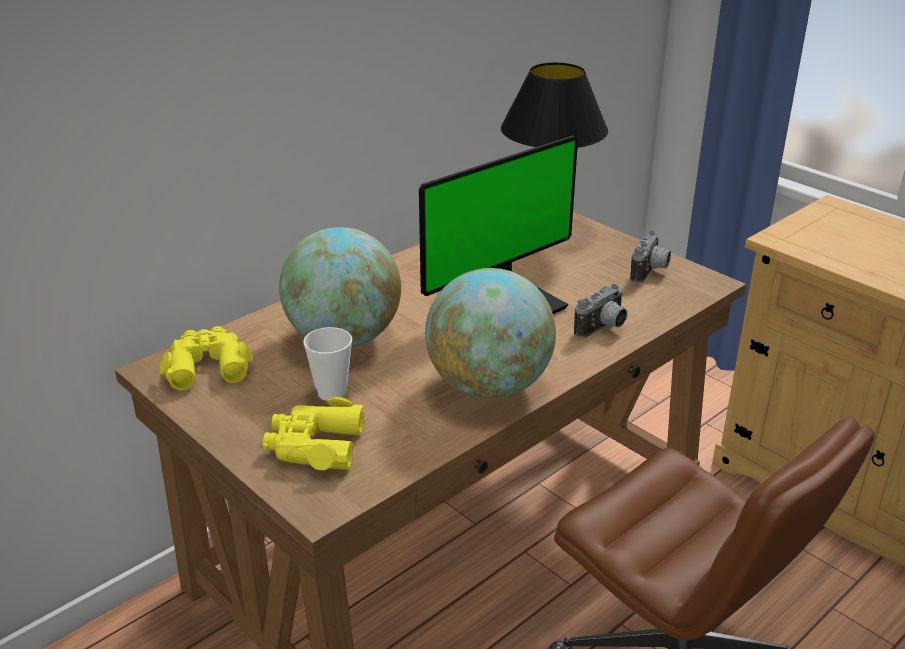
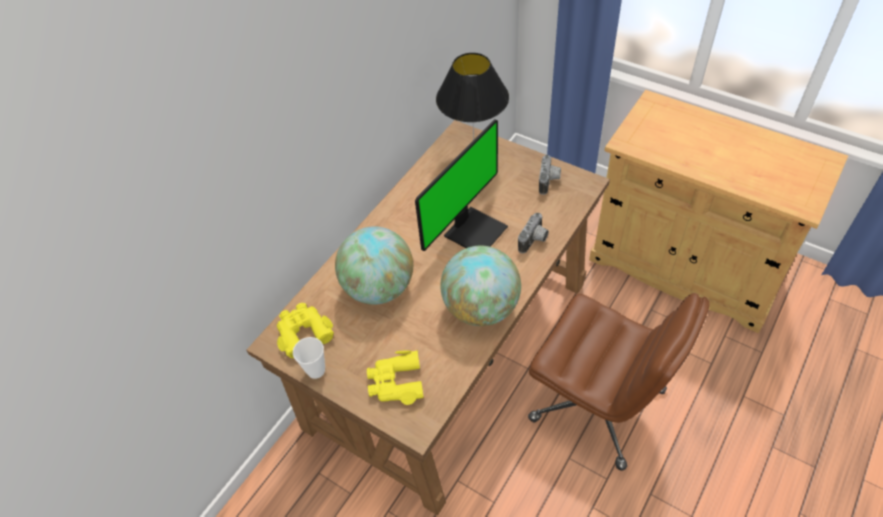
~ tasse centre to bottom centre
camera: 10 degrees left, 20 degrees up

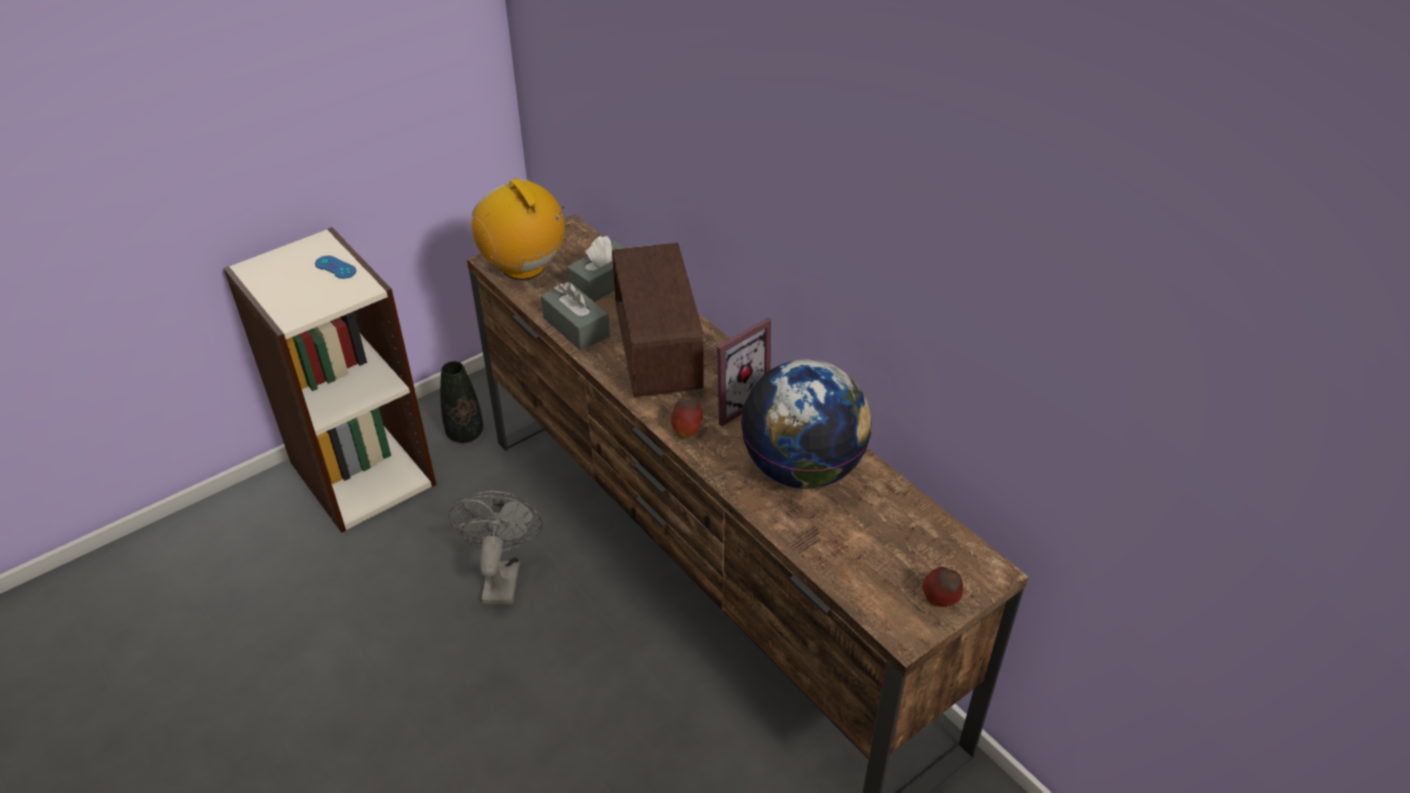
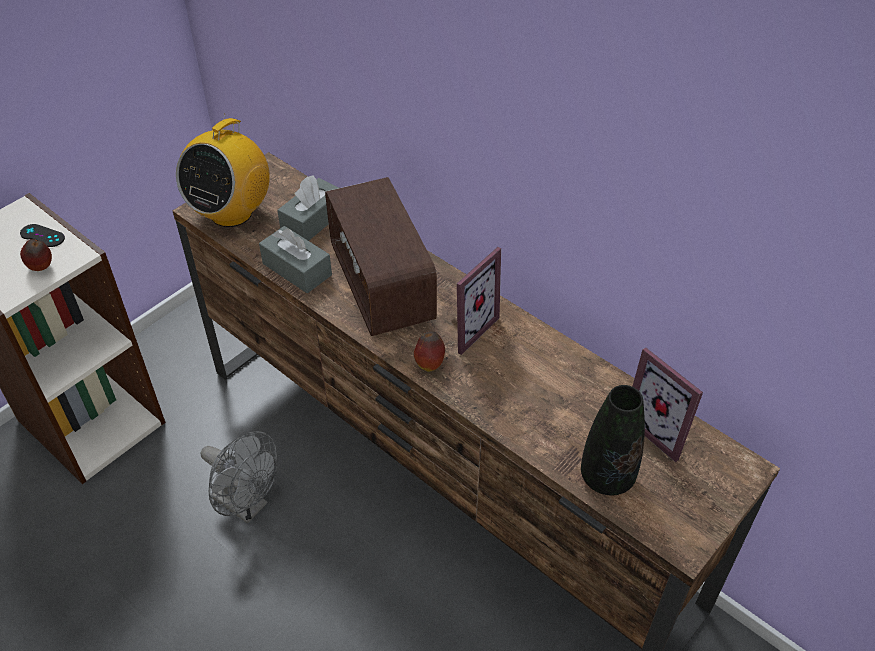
~ manette (bleu) middle left to manette (noir) middle left
~ pomme (2nd from left in the first image) bottom right to pomme (1st from left) middle left
~ radio (1st from left) top centre = top left 105 degrees counterclockwise
~ ventilateur (gris) bottom centre = bottom left 135 degrees clockwise
~ vase (noir) middle left to bottom right
+ cadre photo (2nd from left) middle right
- globe centre
camera: 10 degrees left, 5 degrees up

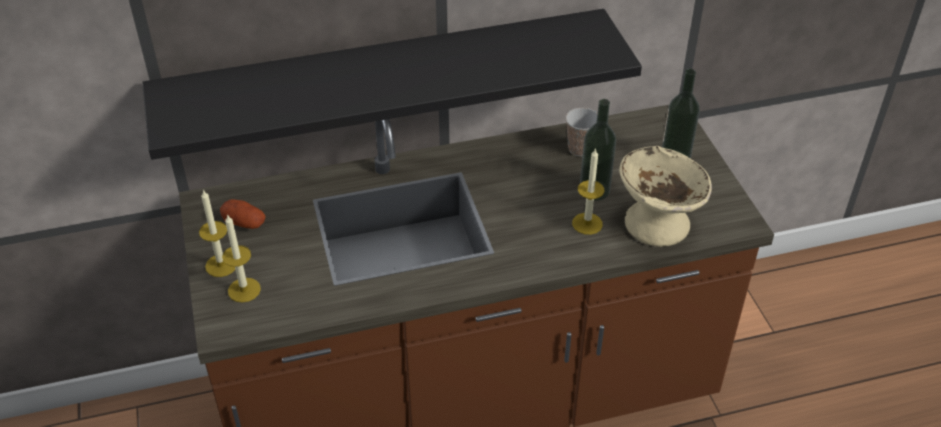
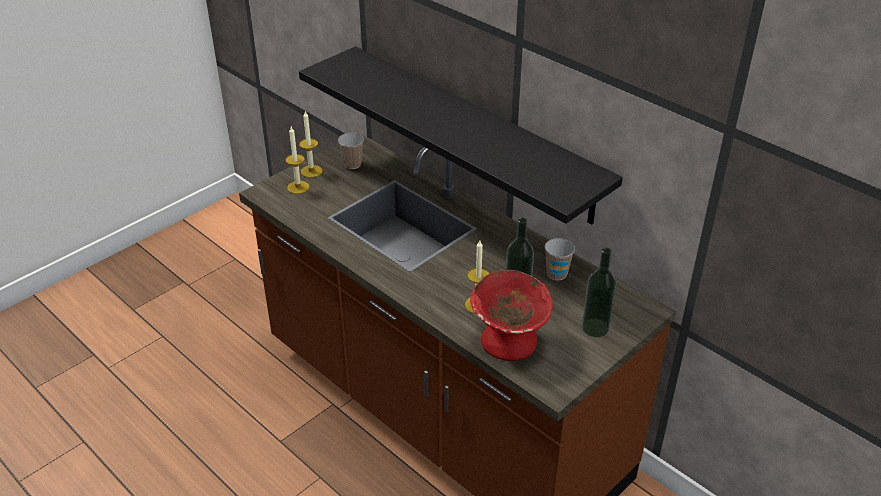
~ pomme de terre middle left to tasse (1st from left) top centre
~ bol (beige) middle right to bol (rouge) centre
camera: 60 degrees right, 5 degrees down

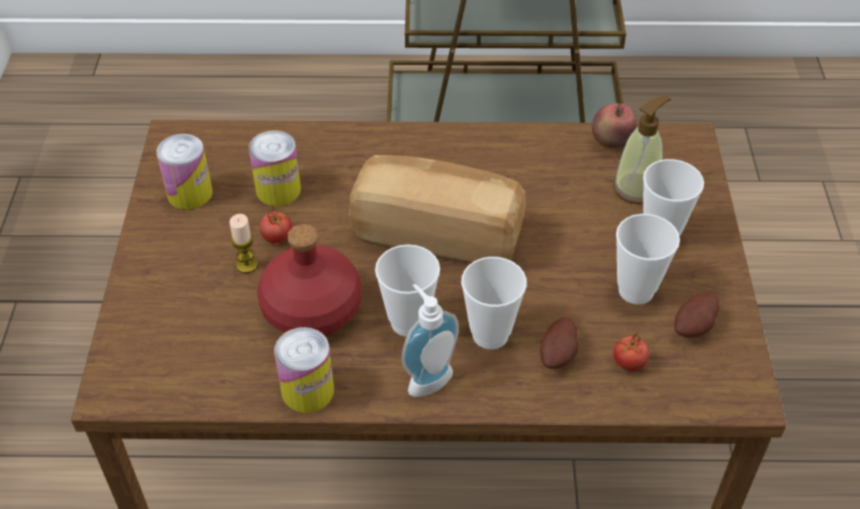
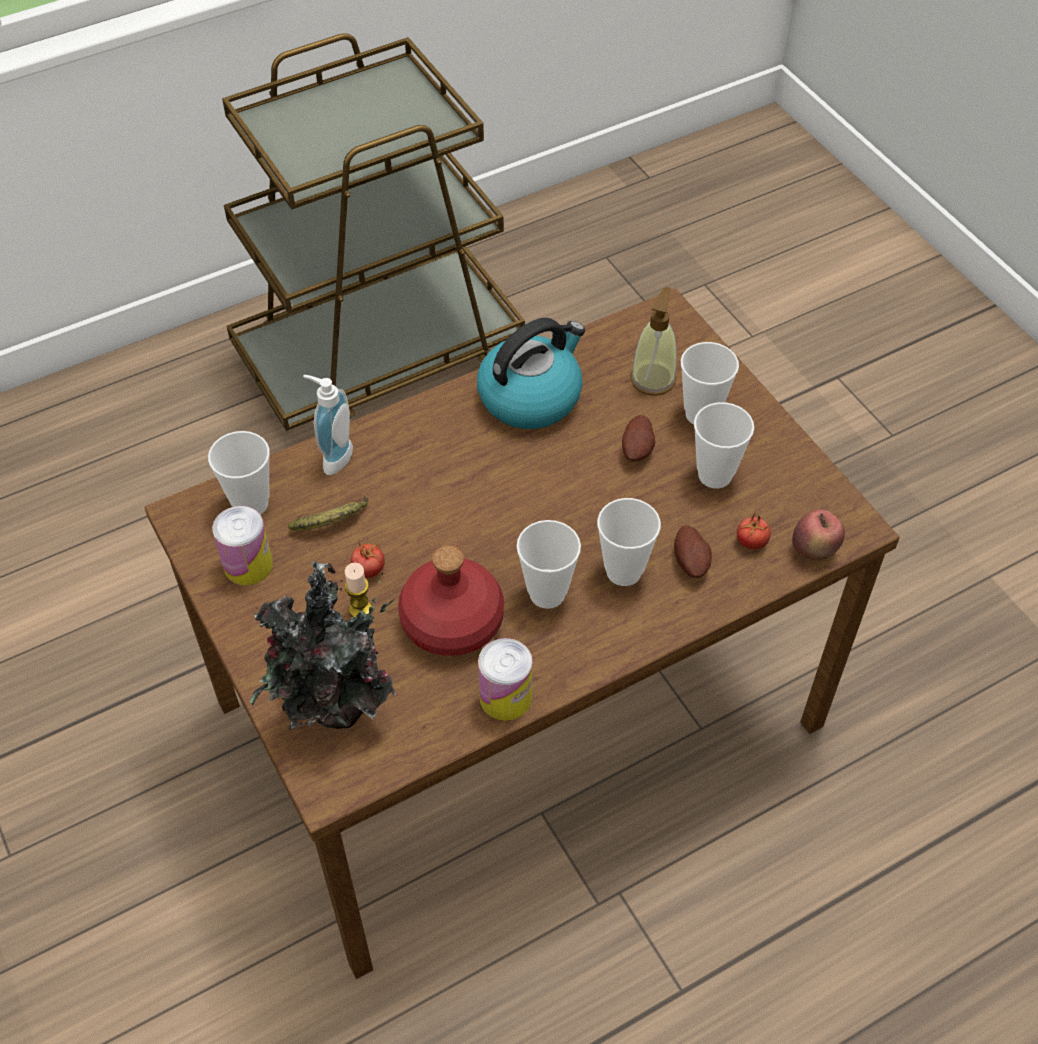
+ tasse (1st from left) middle left
+ plante en pot middle left
~ boîte métallique (2nd from left) top left to banane middle left
~ distributeur de savon (1st from left) bottom centre to middle left
+ bouilloire centre
~ pomme de terre (2nd from left in the first image) middle right to pomme de terre (1st from left) centre
~ pomme top right to middle right
- pain centre
camera: 30 degrees left, 5 degrees up

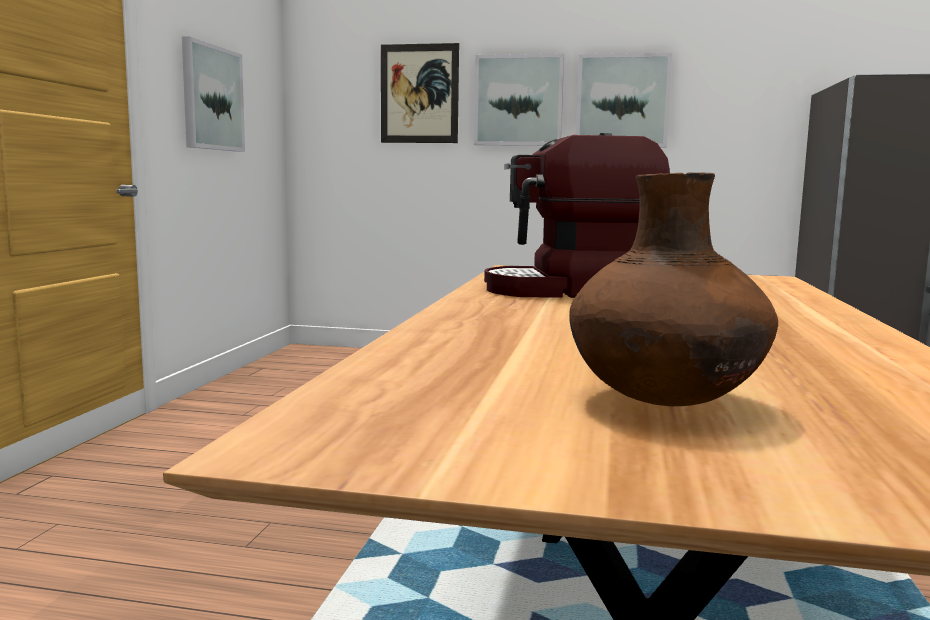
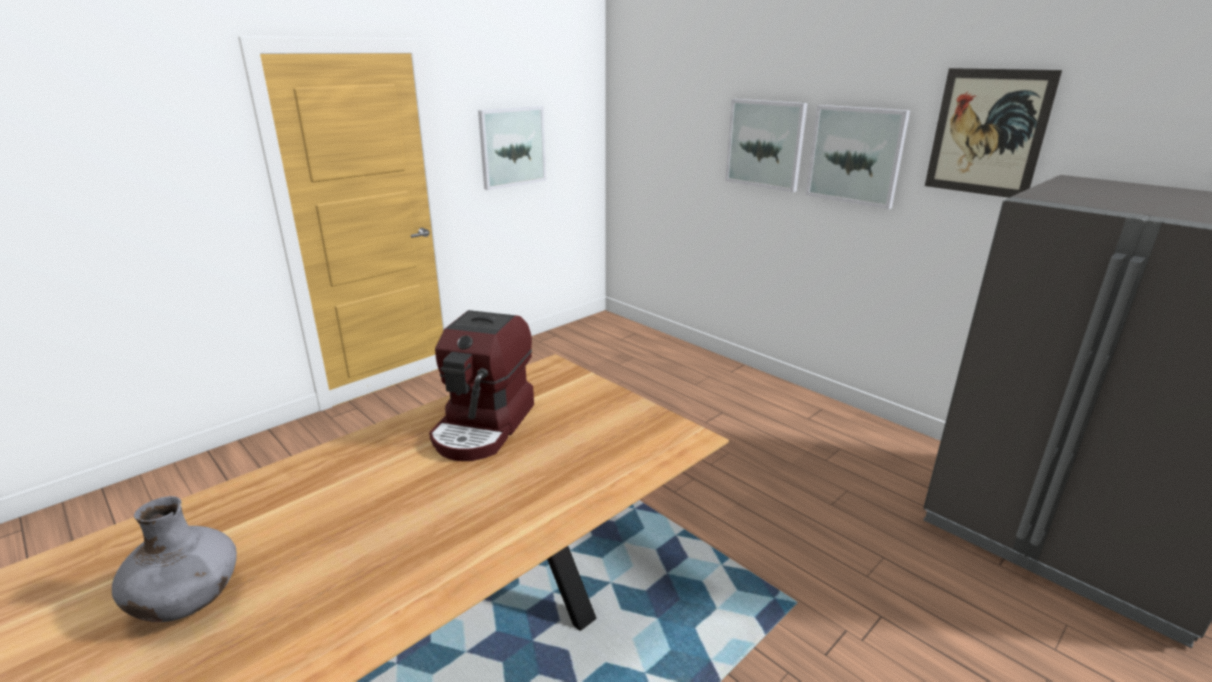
~ vase (marron) middle right to vase (gris) bottom left
~ machine à café centre = centre 105 degrees counterclockwise
~ tableau (2nd from left in the first image) top centre to tableau (4th from left) top right
camera: 35 degrees right, 15 degrees up

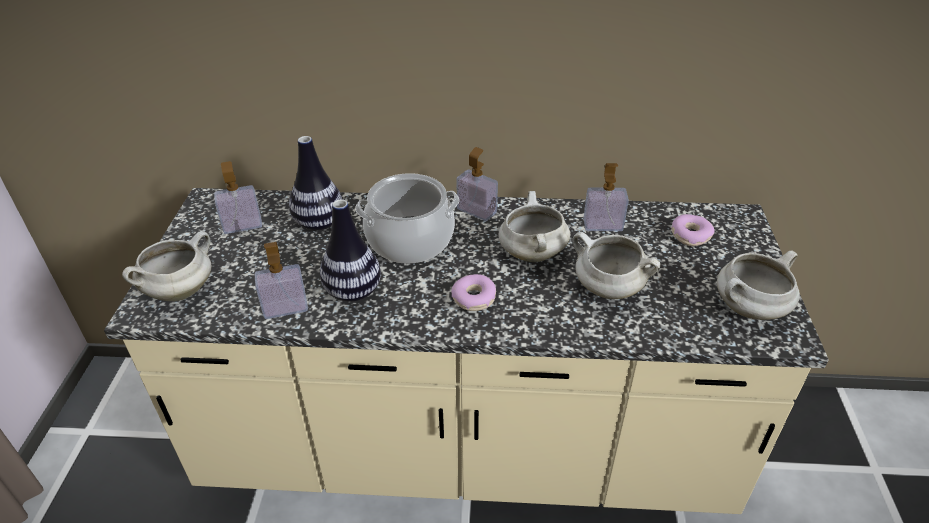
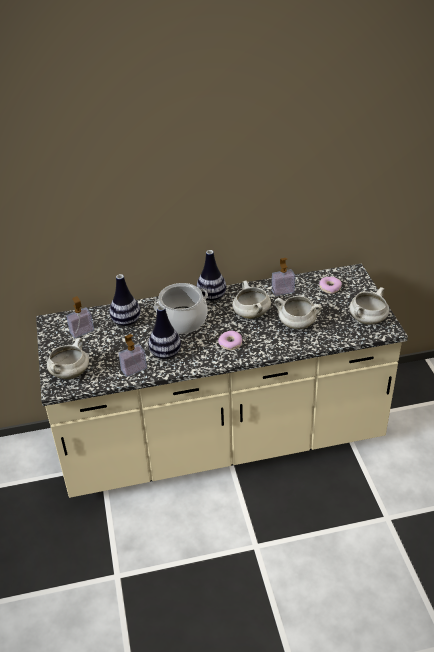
~ distributeur de savon (3rd from left) centre to vase (3rd from left) centre
camera: 15 degrees left, 0 degrees up

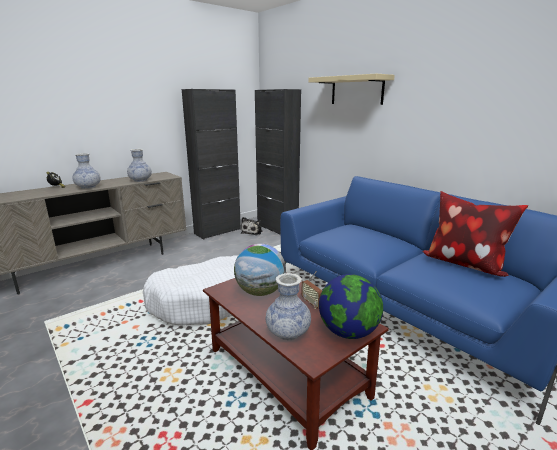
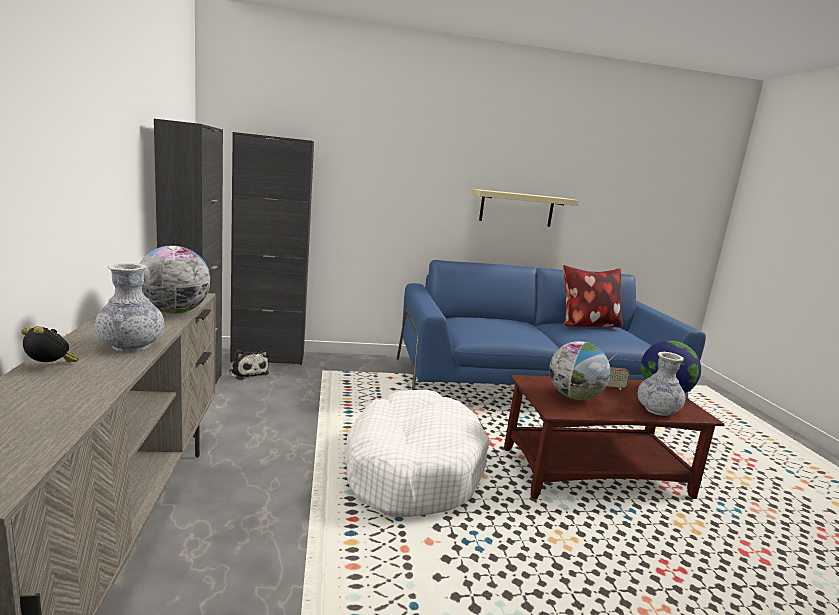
~ vase (2nd from left) middle left to globe (1st from left) middle left
~ étagère (beige) top centre to centre
camera: 60 degrees left, 5 degrees down

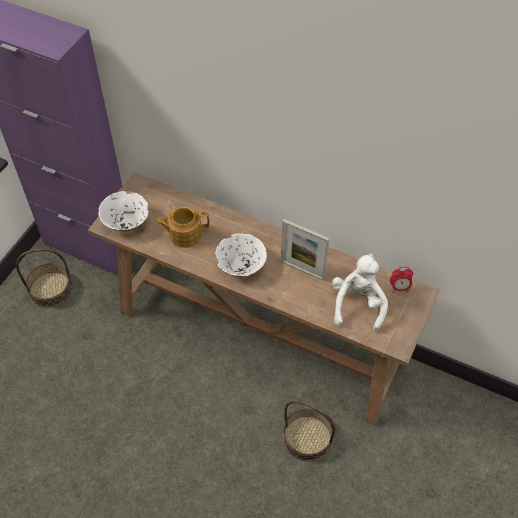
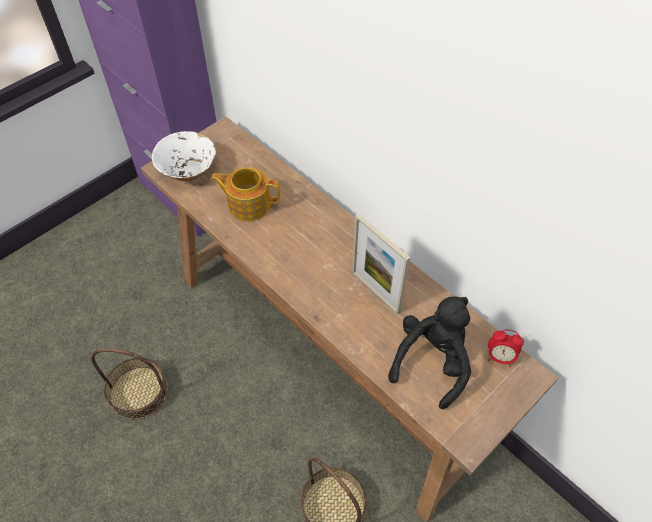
~ panier (1st from left) middle left to bottom left
~ peluche (blanc) middle right to peluche (noir) bottom centre
- bol (blanc) (2nd from left) centre
camera: 20 degrees right, 0 degrees up

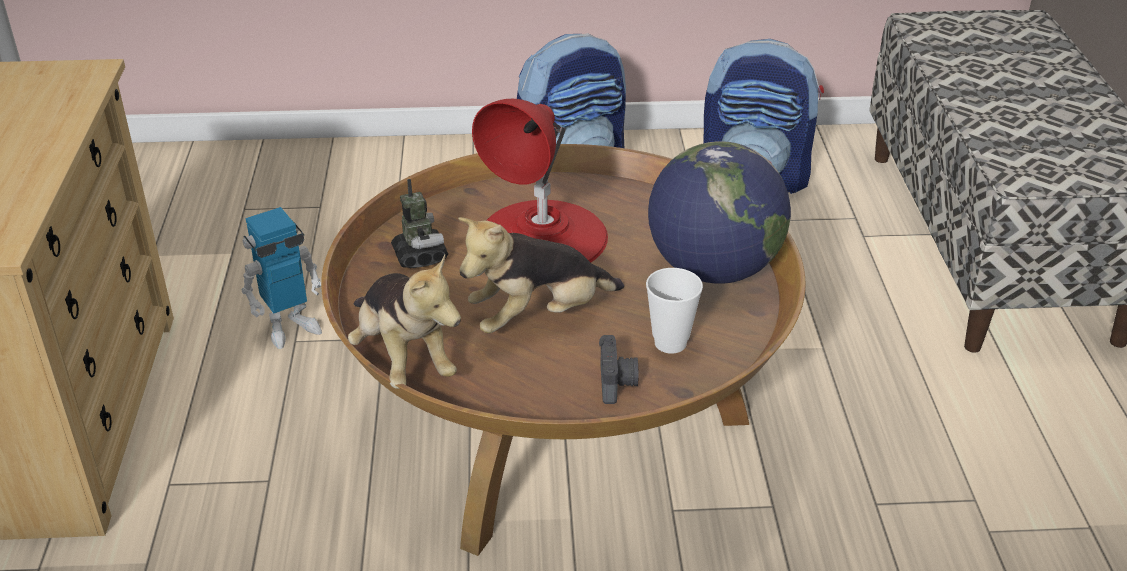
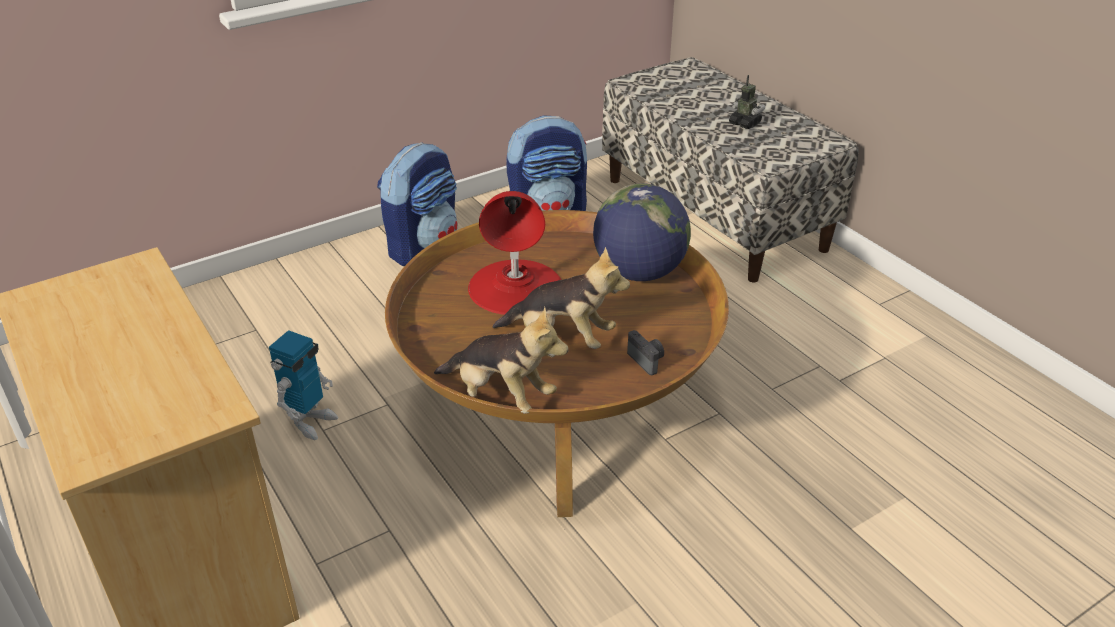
~ peluche (2nd from left) centre = centre 105 degrees counterclockwise
~ robot jouet (2nd from left) centre to top right
- tasse centre
camera: 30 degrees left, 0 degrees up

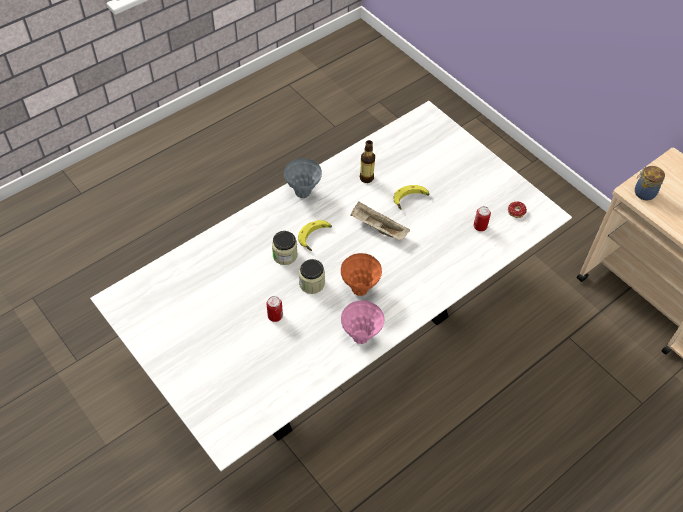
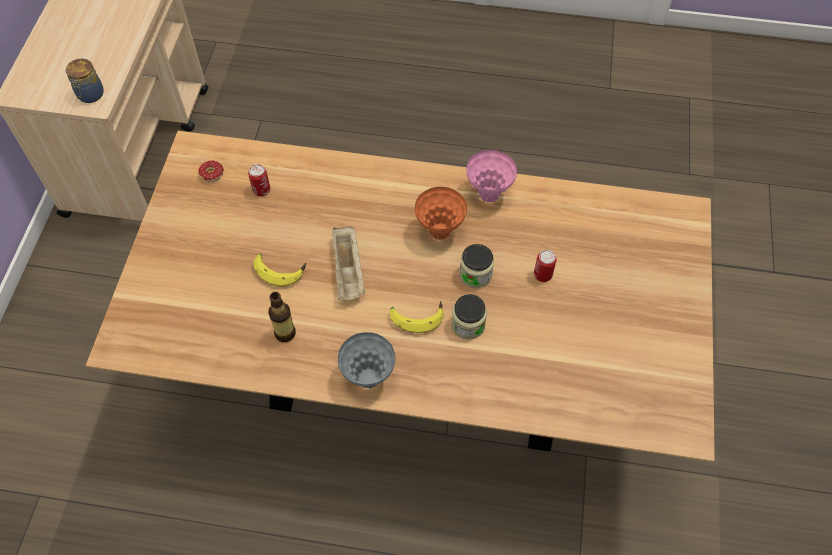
~ table à manger (blanc) centre to table à manger (marron) centre
camera: 130 degrees left, 5 degrees up

